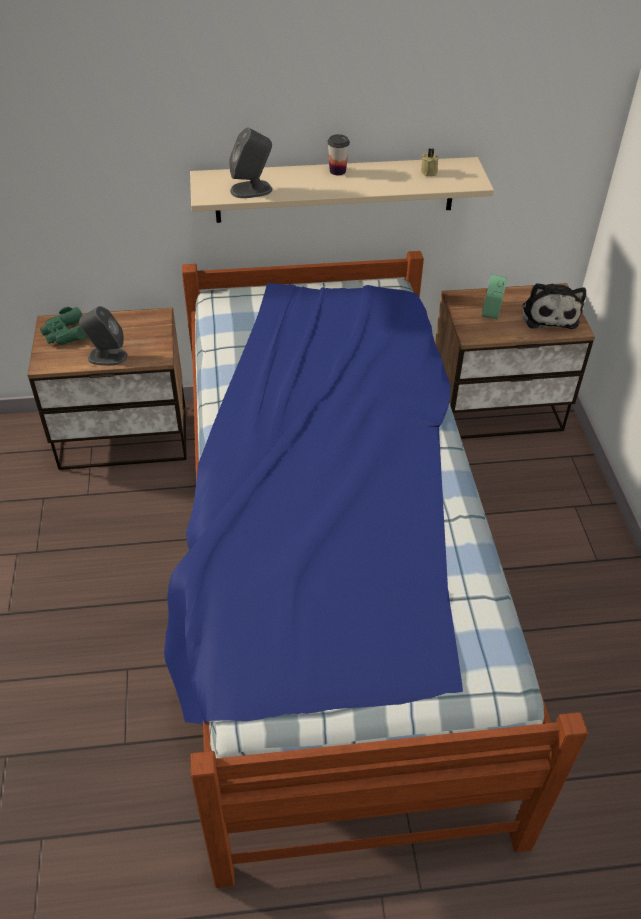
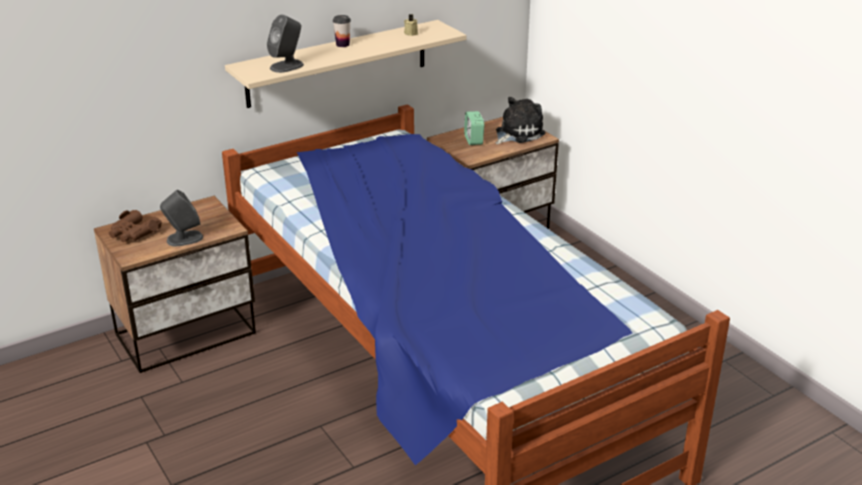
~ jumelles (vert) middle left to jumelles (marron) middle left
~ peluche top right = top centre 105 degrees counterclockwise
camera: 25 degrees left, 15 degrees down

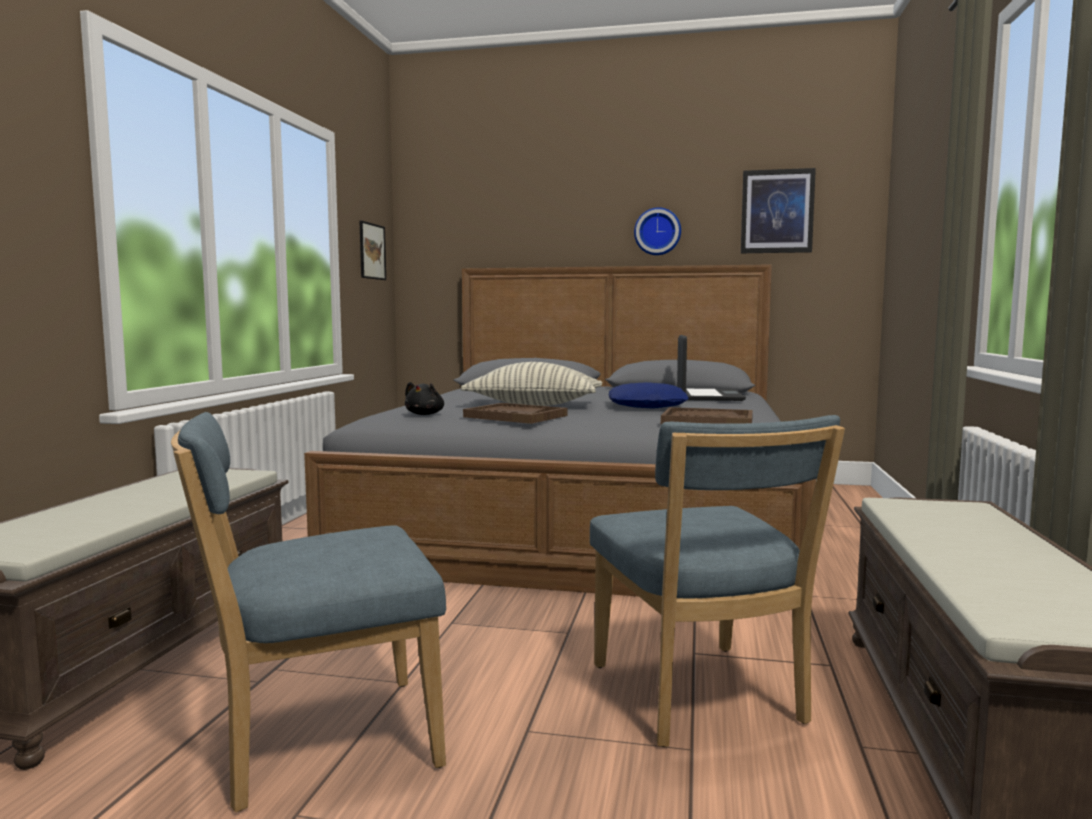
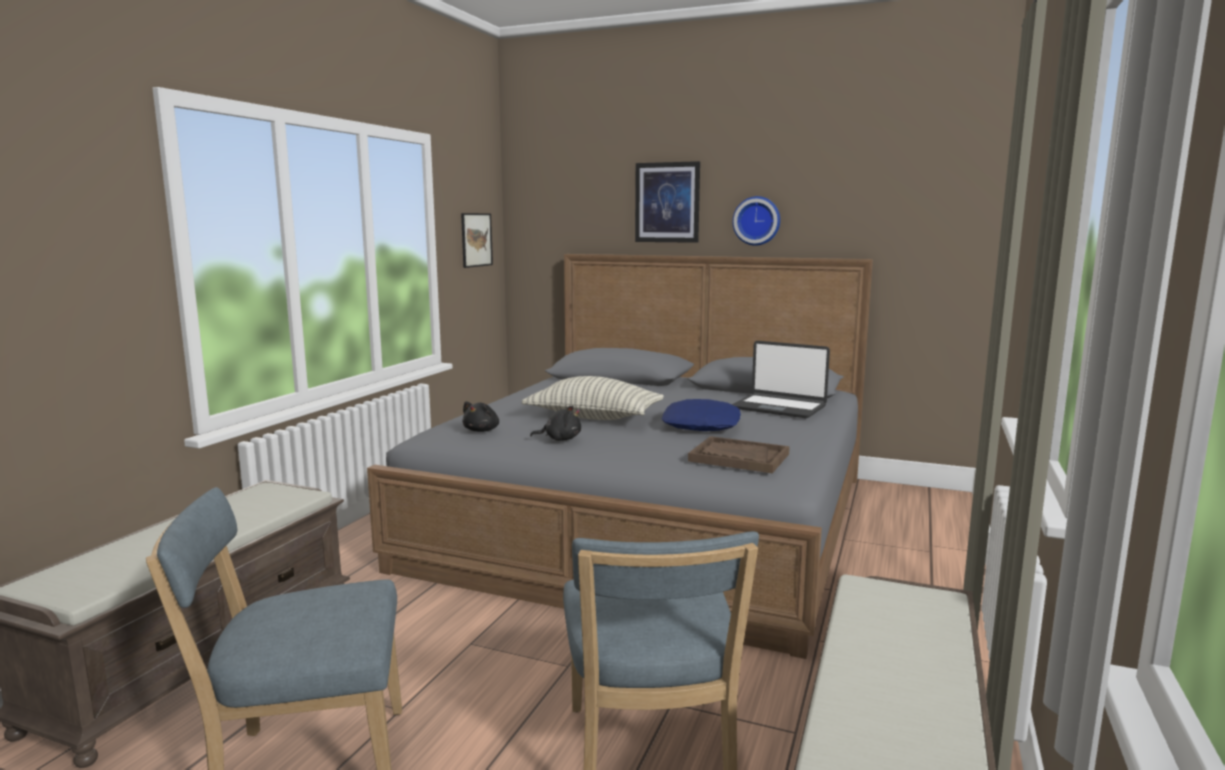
~ plateau (marron) (1st from left) centre to peluche (noir) (2nd from left) centre
~ tableau (2nd from left) top right to top centre
~ ordinateur portable centre = centre 105 degrees clockwise
camera: 10 degrees right, 5 degrees up

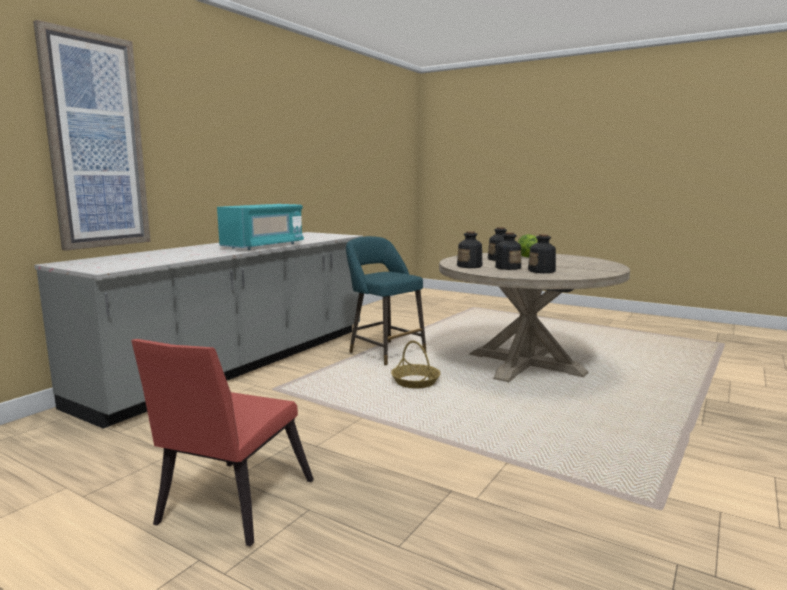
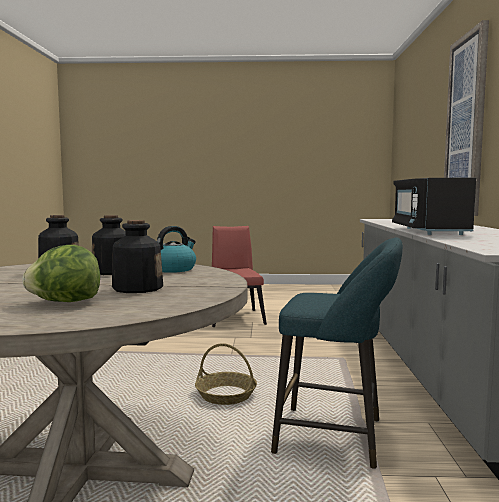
~ bouteille (1st from left) centre to bouilloire centre
~ micro-ondes (turquoise) middle left to micro-ondes (noir) middle right
camera: 150 degrees right, 5 degrees down

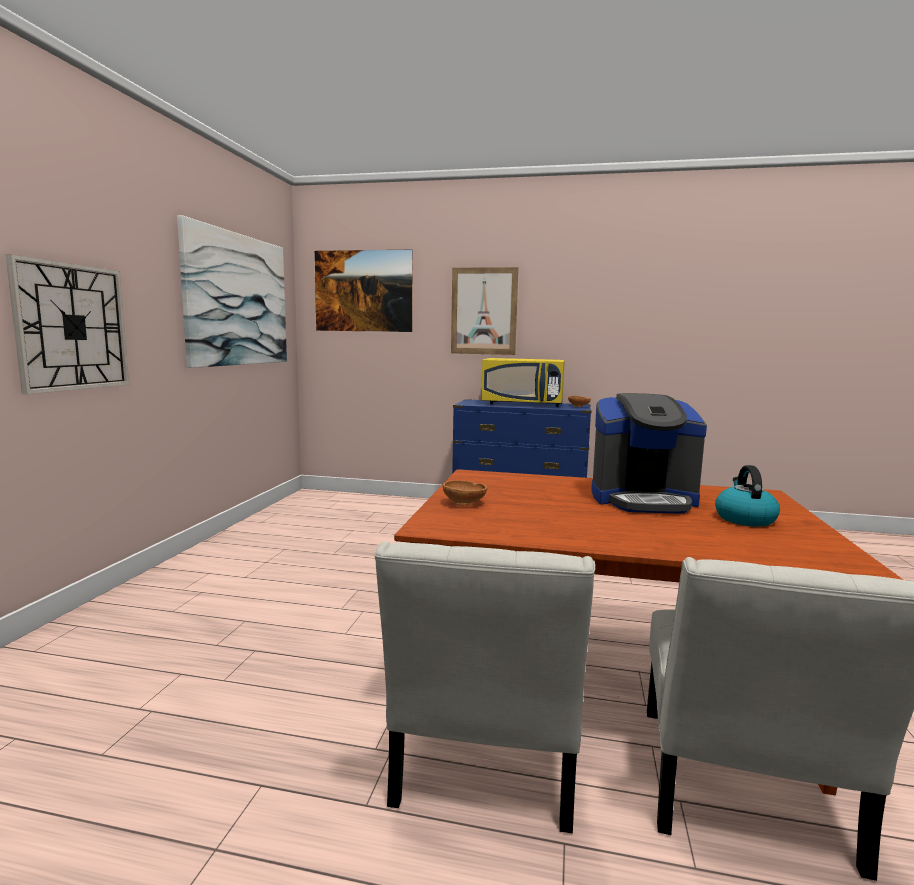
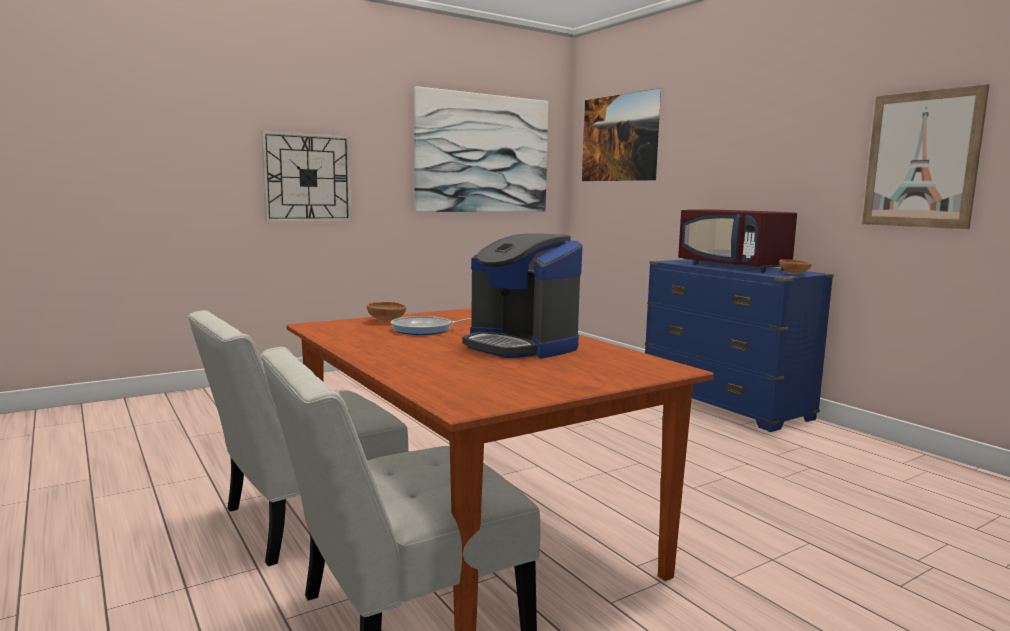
+ poêle centre
~ micro-ondes (jaune) centre to micro-ondes (rouge) middle right
~ tableau (3rd from left) centre to top right
- bouilloire middle right
camera: 45 degrees right, 0 degrees up

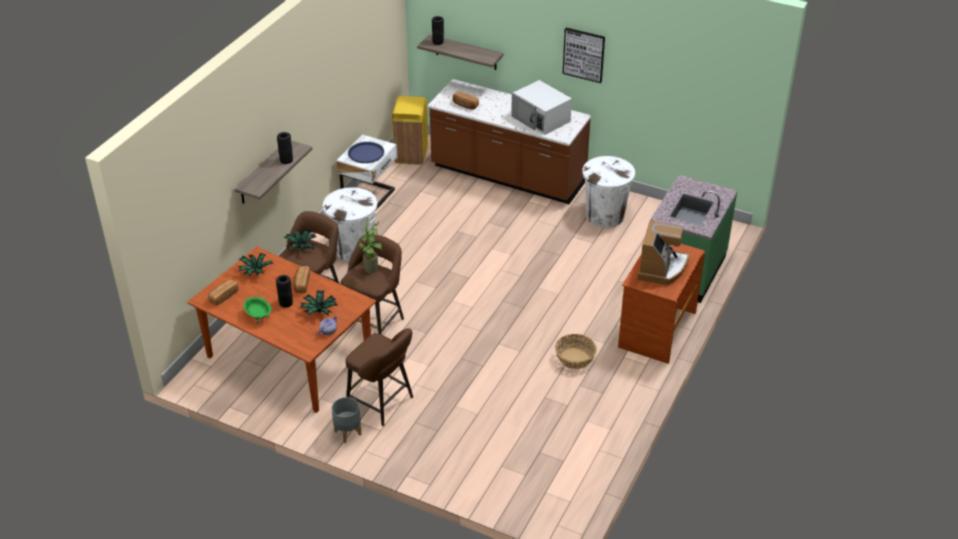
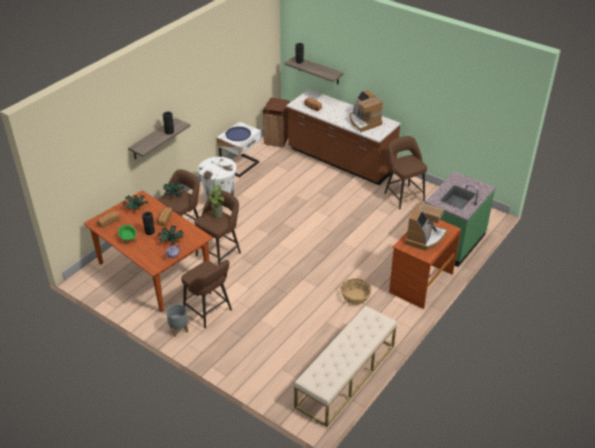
~ poubelle (jaune) top centre to poubelle (marron) top centre
+ banc (beige) bottom centre
~ micro-ondes (blanc) top centre to machine à café (1st from left) top centre
~ poubelle (blanc) (2nd from left) centre to tabouret (marron) (4th from left) middle right
- tableau top centre
camera: 10 degrees right, 0 degrees up

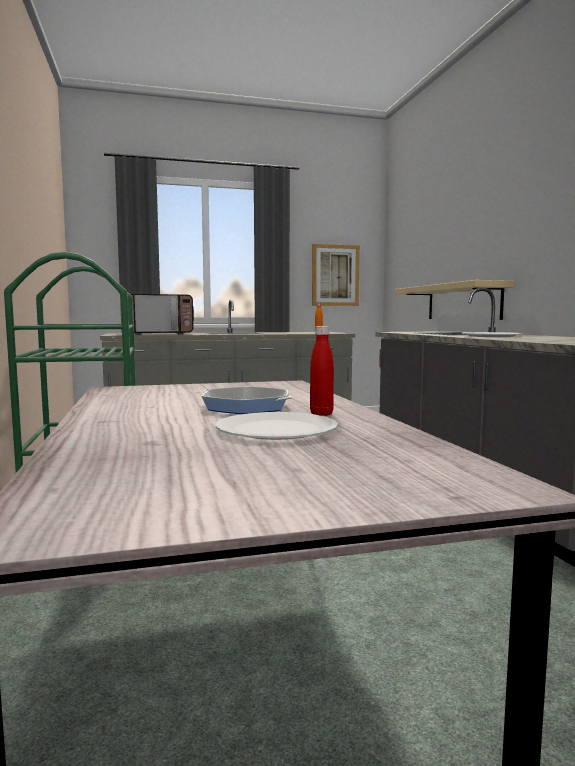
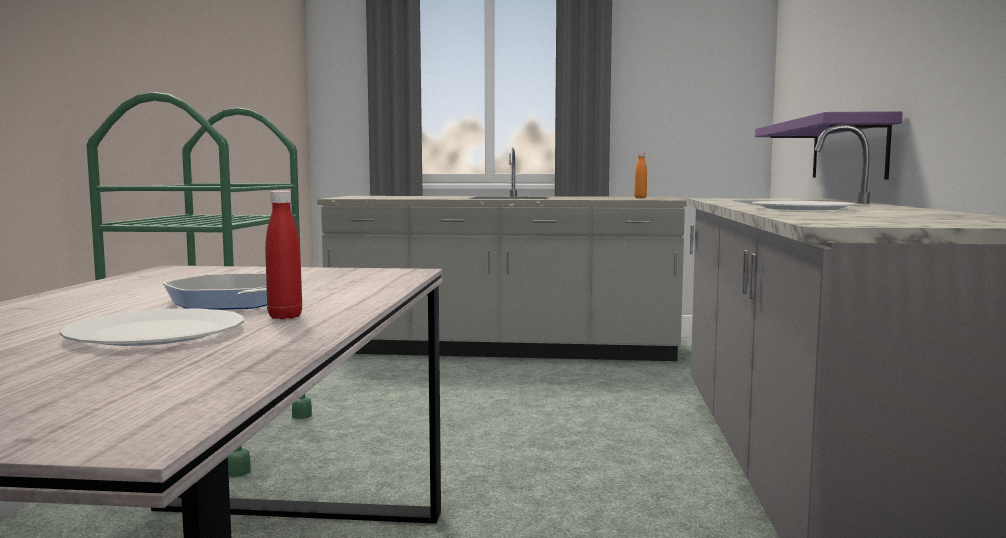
~ étagère (beige) middle right to étagère (violet) top right
- micro-ondes middle left
- tableau centre
camera: 20 degrees right, 0 degrees up

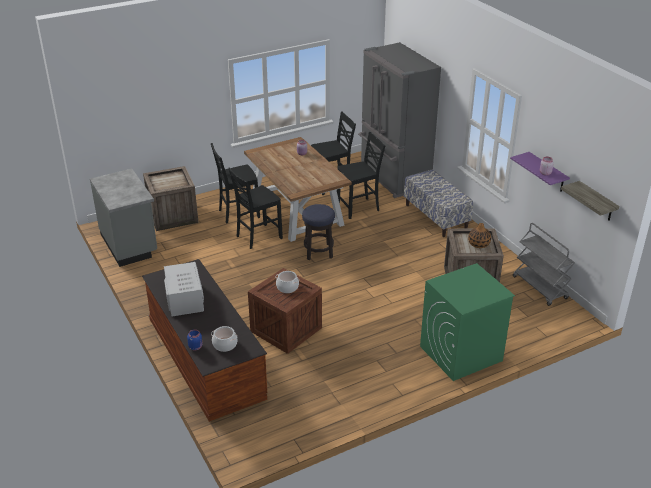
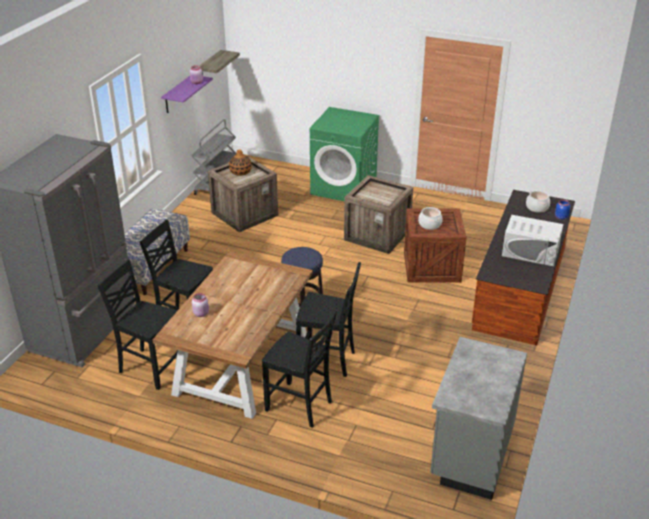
~ caisse (1st from left in the first image) middle left to caisse (2nd from left) centre
~ micro-ondes (blanc) middle left = middle right 105 degrees counterclockwise
camera: 130 degrees left, 0 degrees up

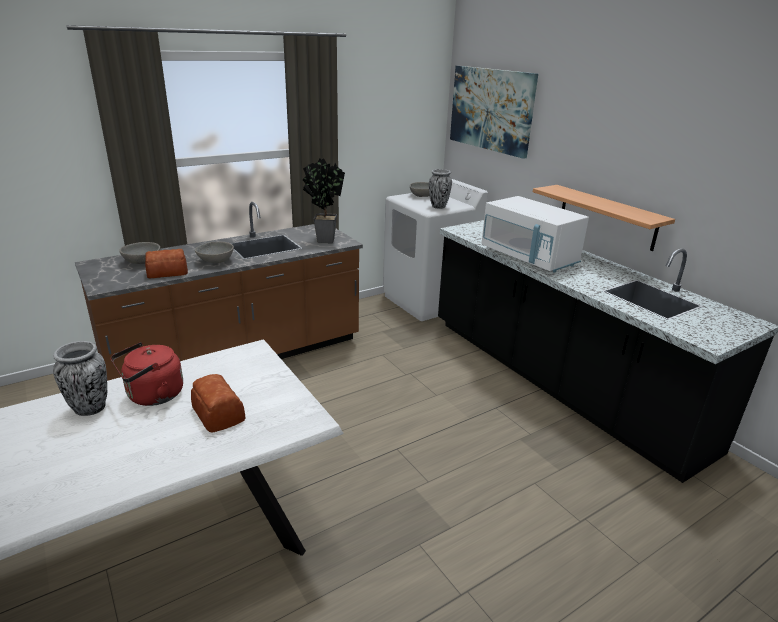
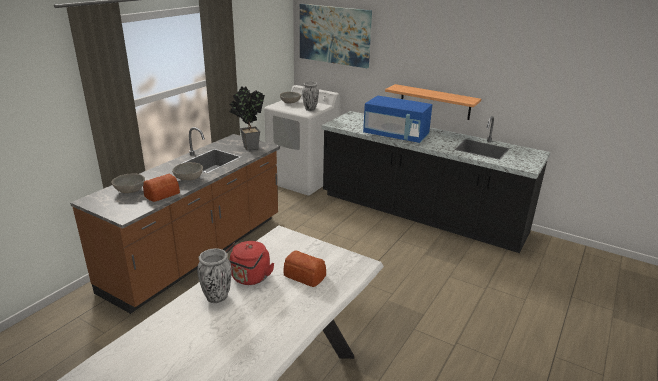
~ micro-ondes (blanc) middle right to micro-ondes (bleu) top centre
camera: 25 degrees left, 0 degrees up

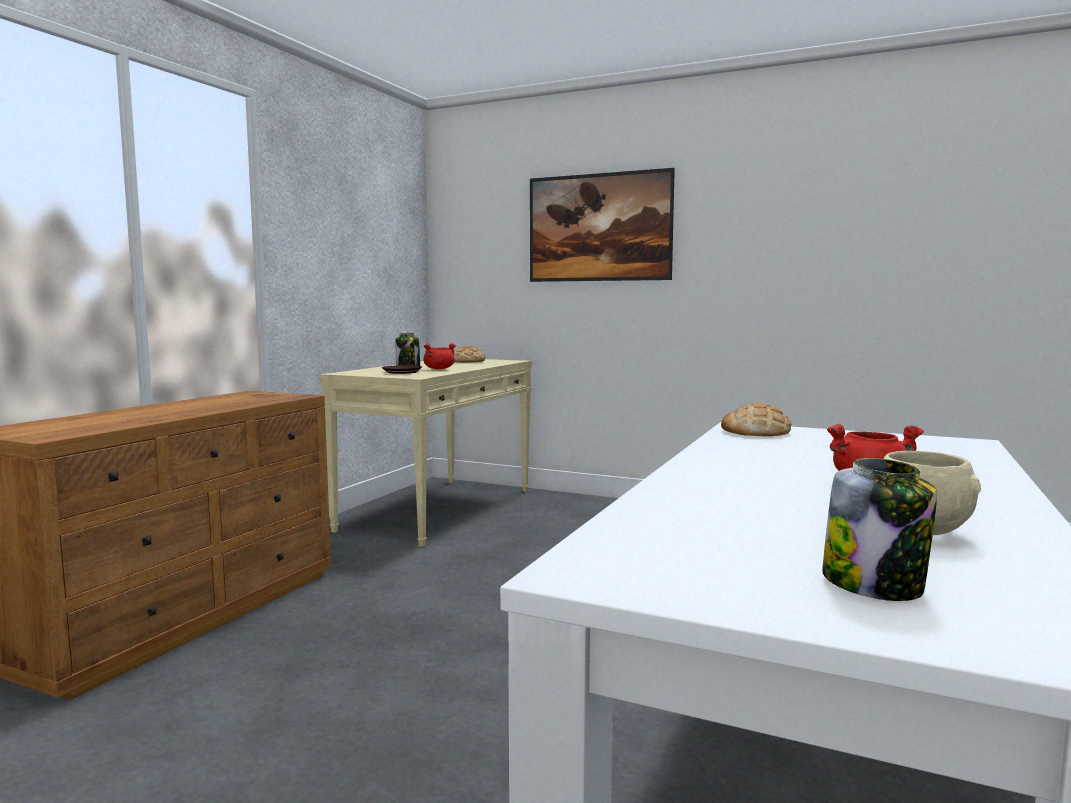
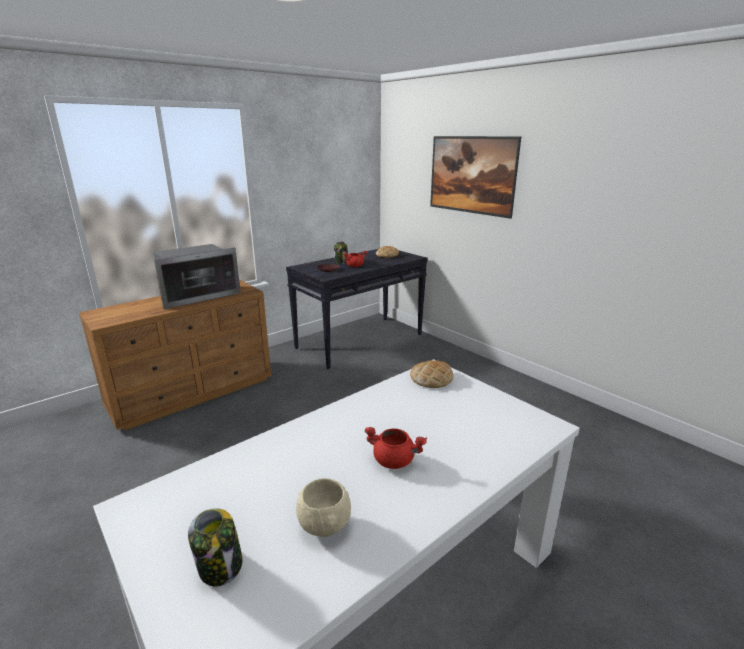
+ micro-ondes middle left
~ table console (beige) centre to table console (noir) centre
camera: 25 degrees right, 15 degrees up

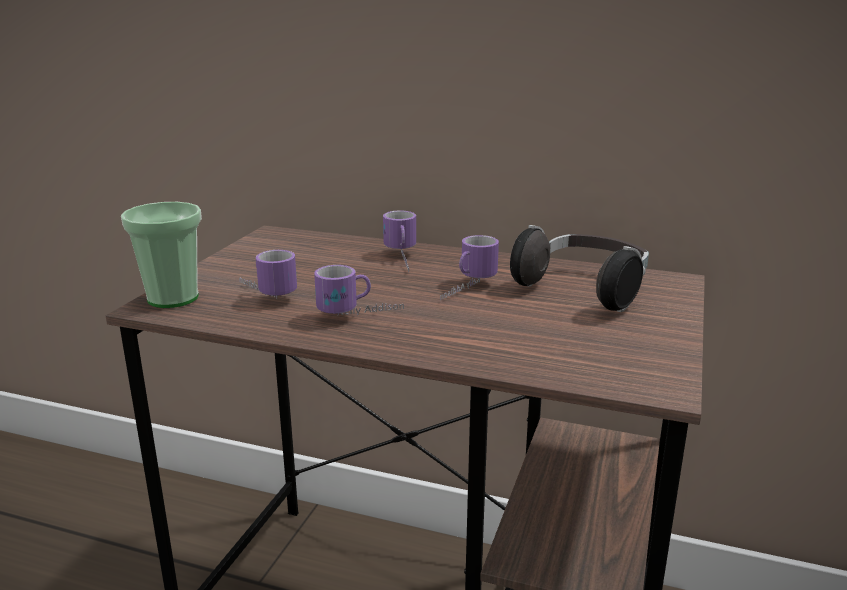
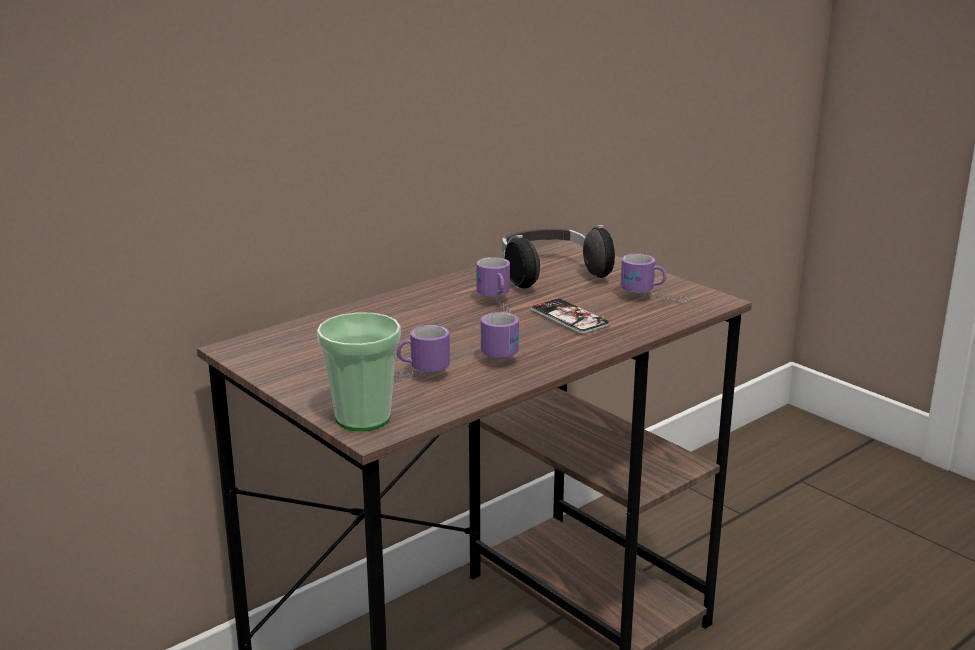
+ téléphone centre
~ mug (3rd from left in the first image) centre to mug (4th from left) middle right
camera: 60 degrees left, 0 degrees up

